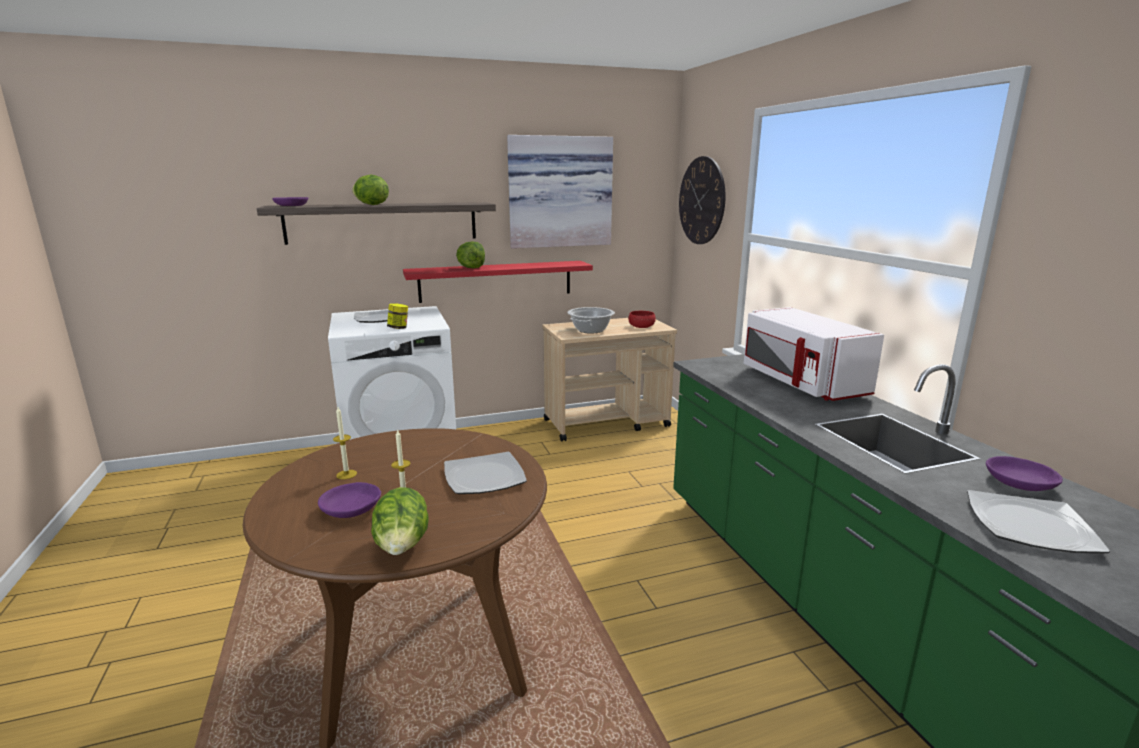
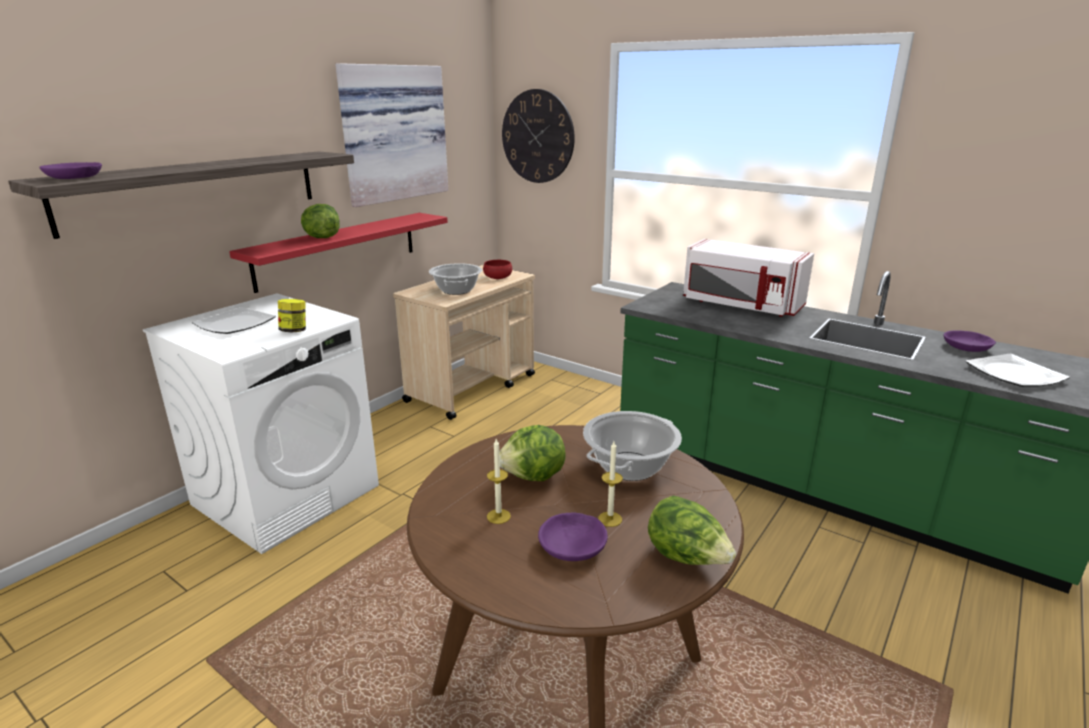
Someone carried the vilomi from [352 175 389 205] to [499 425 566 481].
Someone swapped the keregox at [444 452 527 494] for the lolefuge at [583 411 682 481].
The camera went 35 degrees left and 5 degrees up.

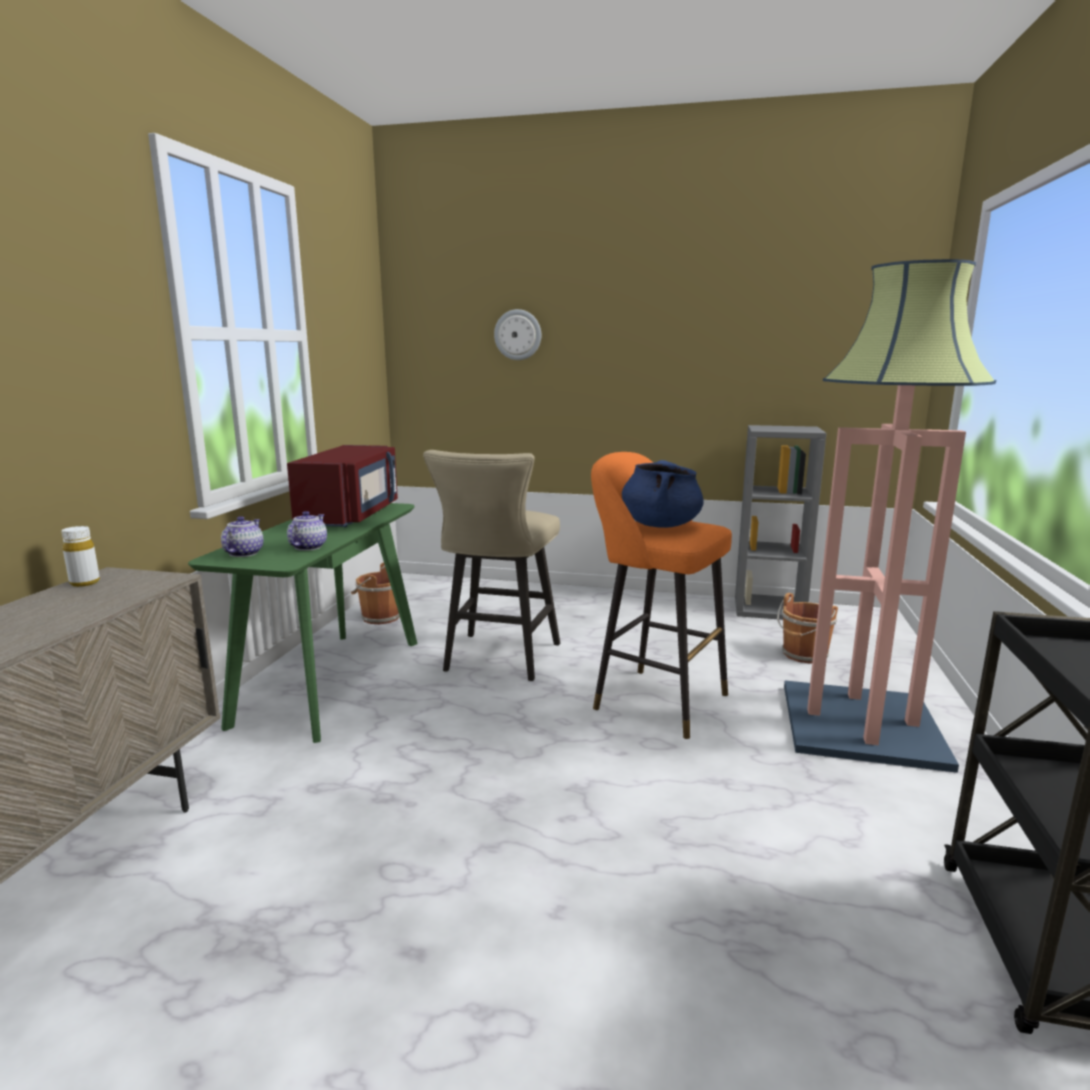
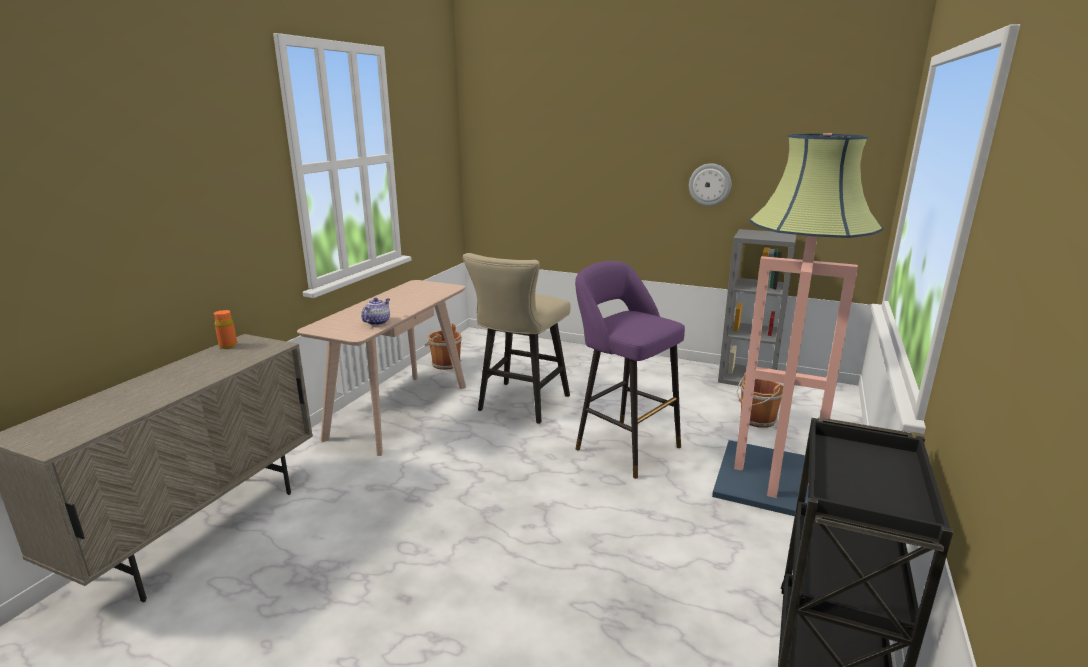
Someone carried the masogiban from [494 309 541 360] to [689 163 731 206].
Someone took away the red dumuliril at [287 445 398 527].
Someone repainted the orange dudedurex at [591 452 732 739], which became the purple dudedurex at [575 261 685 479].
Someone took away the blue lolefuge at [622 460 703 528].
Someone repainted the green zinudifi at [188 503 417 743], which became the beige zinudifi at [297 280 466 456].
Someone took away the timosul at [221 516 264 557].
Someone repainted the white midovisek at [61 526 100 587], which became the orange midovisek at [214 310 237 349].
The camera went 10 degrees right and 5 degrees up.

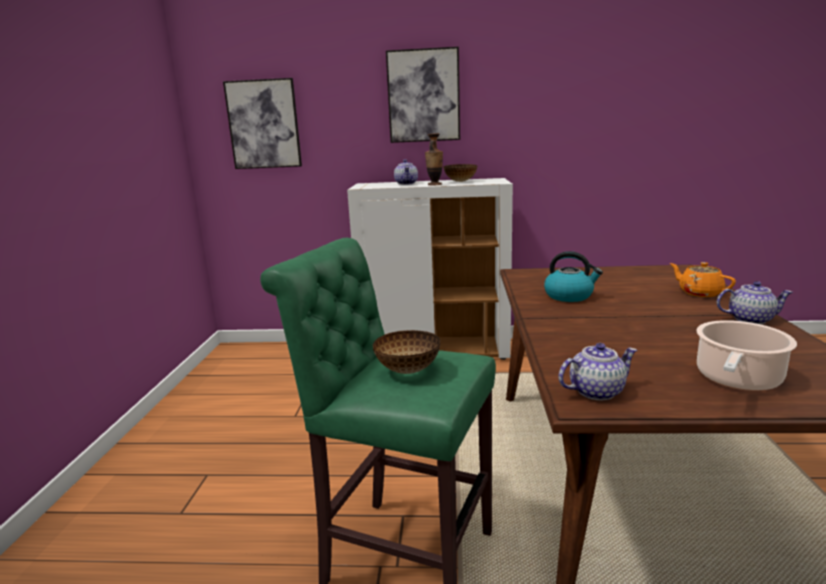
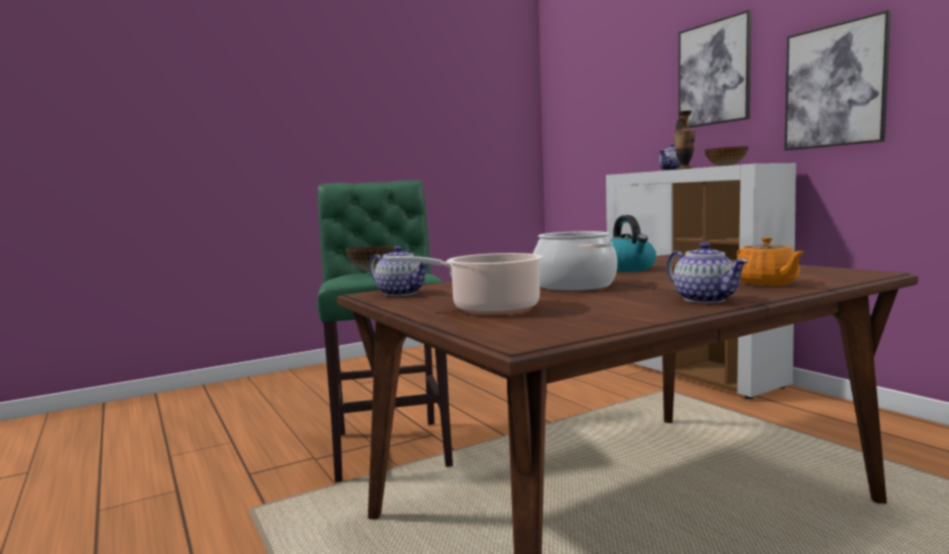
Someone carried the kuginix from [223 78 302 169] to [784 10 891 150].
Someone rotated the orange timosul at [670 262 736 297] by 150 degrees clockwise.
Someone put down the lolefuge at [533 231 617 291].
The camera went 55 degrees right and 10 degrees down.

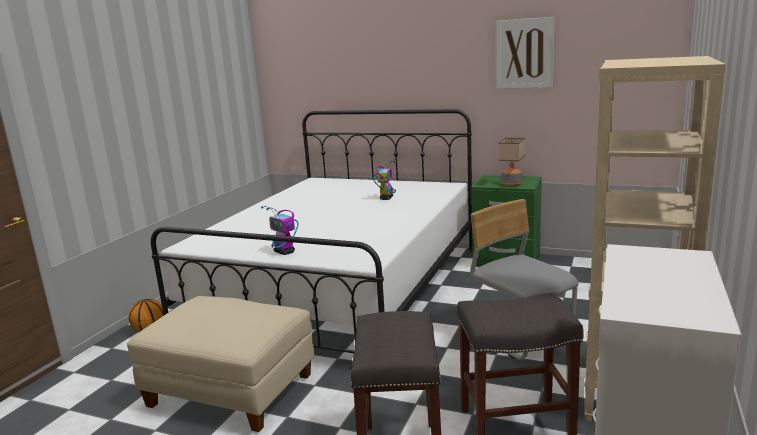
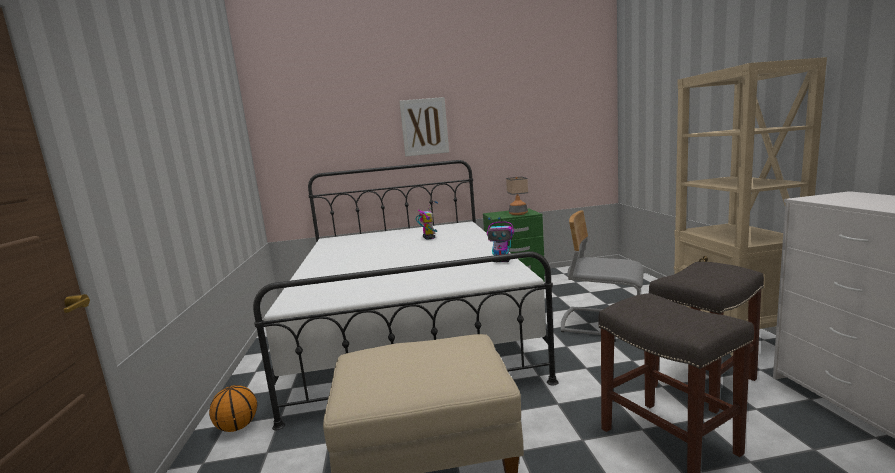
Someone carried the kuginix from [497 17 555 89] to [399 97 449 157].
Someone carried the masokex from [261 206 298 255] to [487 217 514 262].
The camera went 30 degrees left and 5 degrees down.

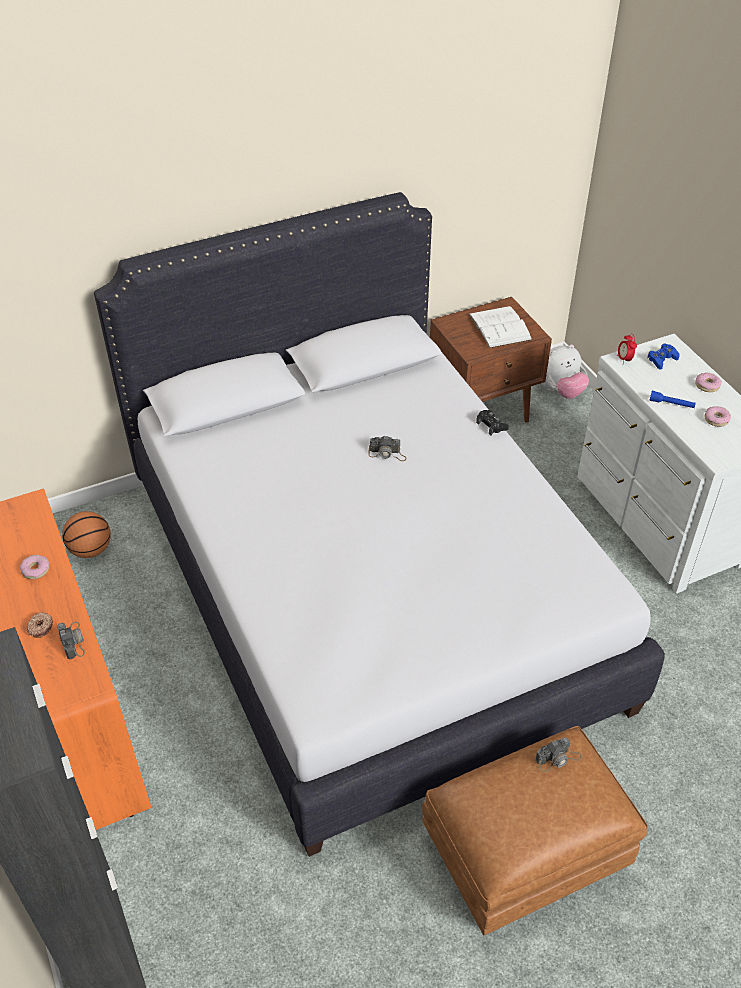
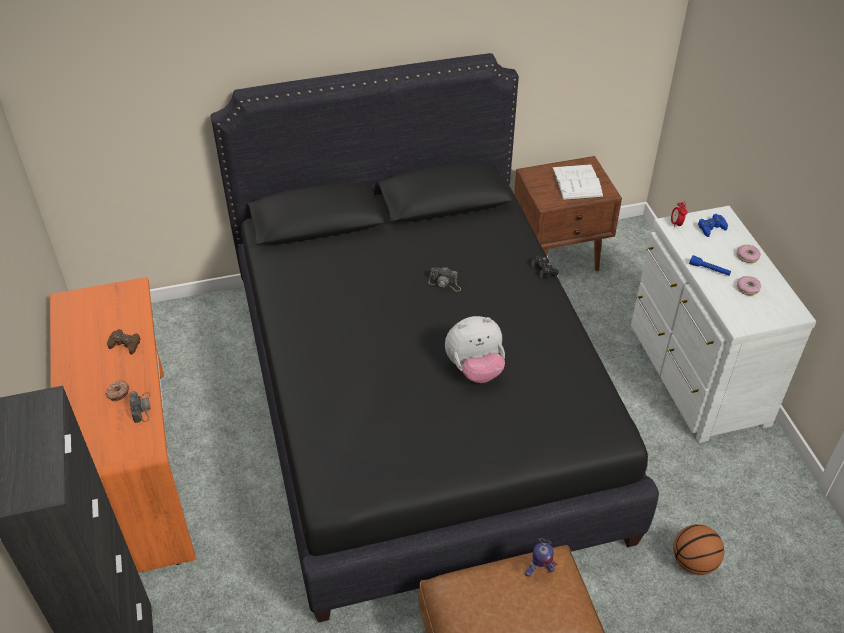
Someone repainted the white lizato at [94 192 665 857], which became the black lizato at [211 53 659 623].
Someone carried the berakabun from [541 345 589 399] to [445 316 505 383].
Someone carried the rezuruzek from [62 511 111 558] to [673 524 724 575].
Someone swapped the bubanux at [20 555 49 579] for the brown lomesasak at [107 329 141 355].
Someone swapped the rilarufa at [535 737 582 772] for the masokex at [525 538 557 577].
The camera went 10 degrees right and 0 degrees up.

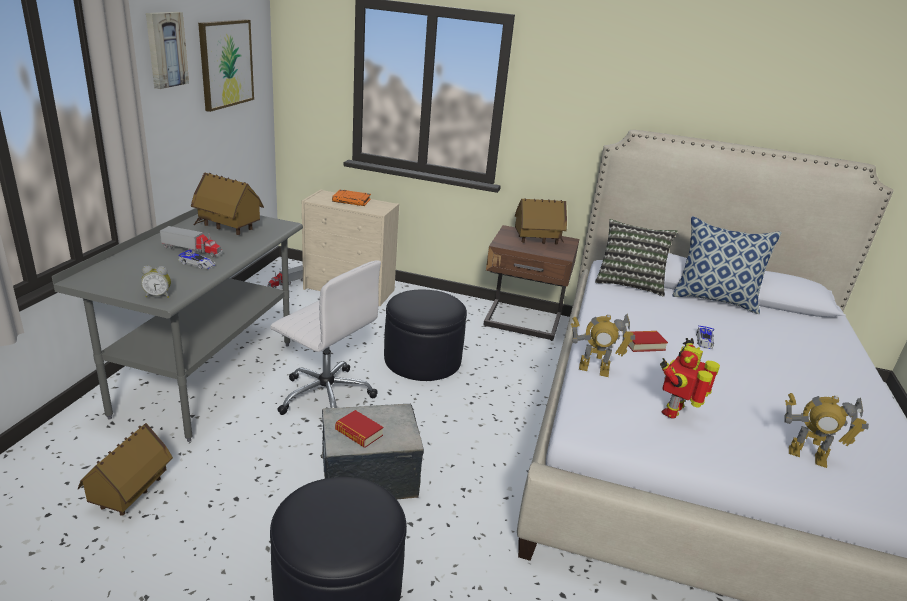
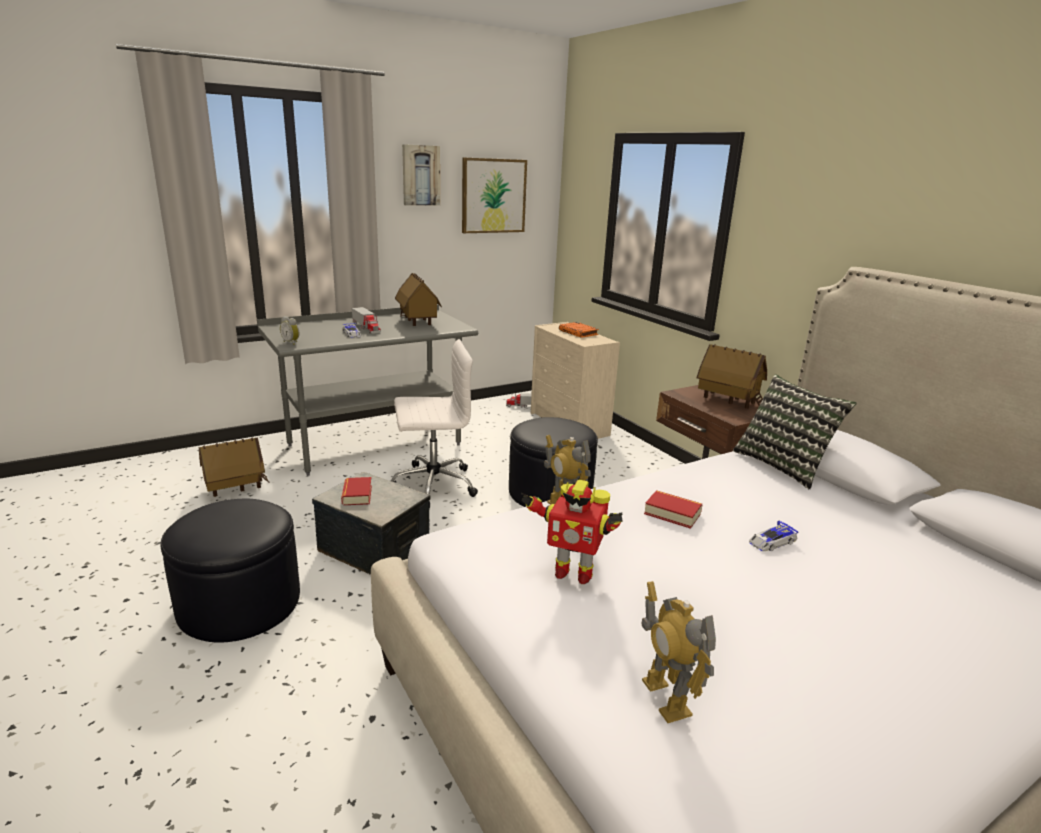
Someone took away the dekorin at [672 216 782 314].
Someone rotated the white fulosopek at [270 260 381 415] by 90 degrees counterclockwise.
Someone rotated the masokex at [660 338 720 419] by 150 degrees counterclockwise.
The camera went 45 degrees right and 5 degrees down.

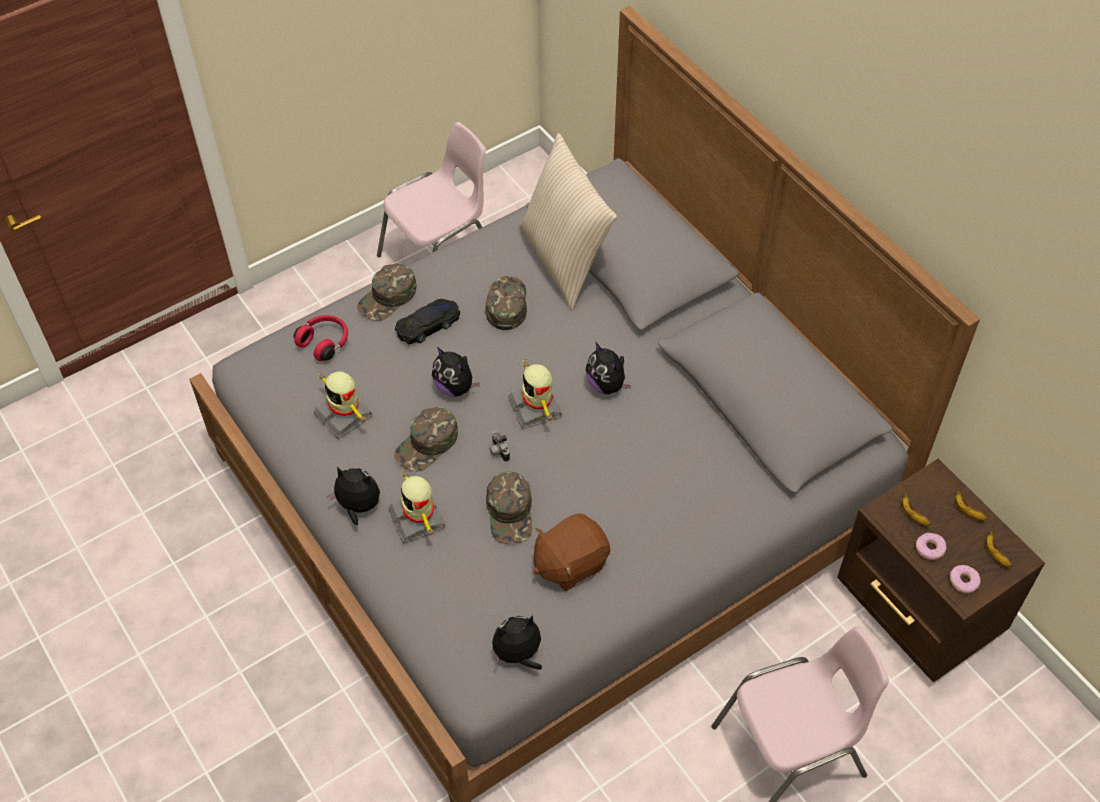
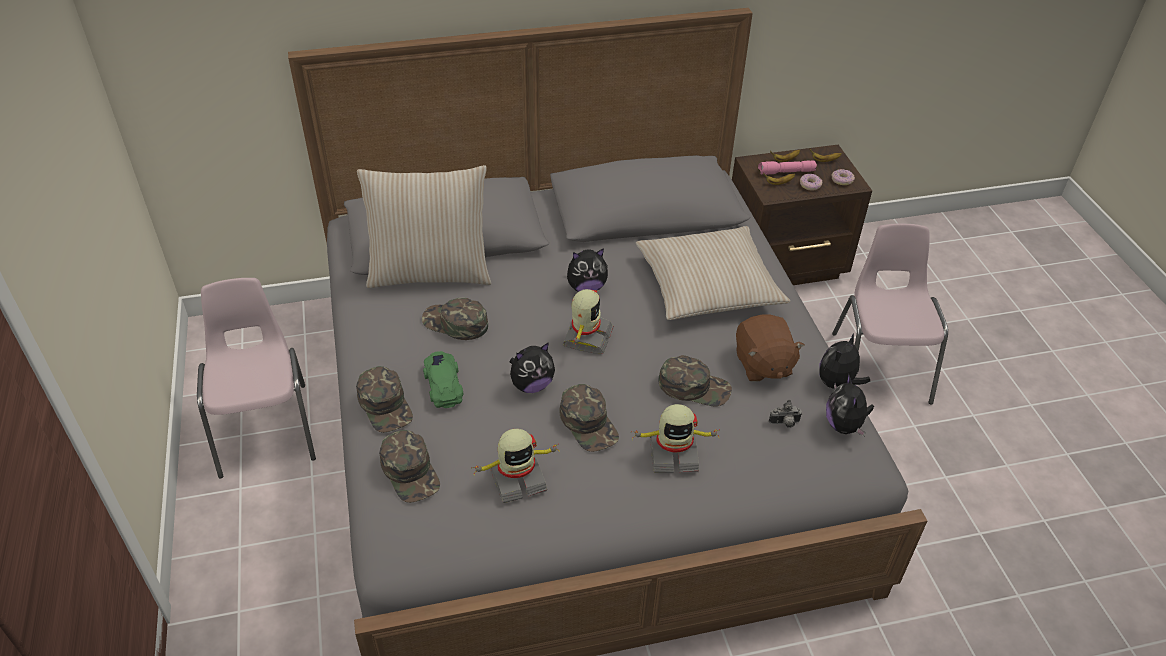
Someone repainted the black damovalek at [395 299 460 344], which became the green damovalek at [423 351 463 408].
Someone swapped the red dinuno at [294 315 348 361] for the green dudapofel at [379 430 440 503].
Someone rotated the masokex at [508 360 562 428] by 75 degrees counterclockwise.
Someone carried the rilarufa from [489 430 510 462] to [769 400 802 428].
Someone carried the berakabun from [327 466 380 526] to [819 334 870 389].
Someone put down the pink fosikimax at [758 161 817 175].
Someone put down the beige dekorin at [636 226 791 320].
The camera went 70 degrees left and 10 degrees down.

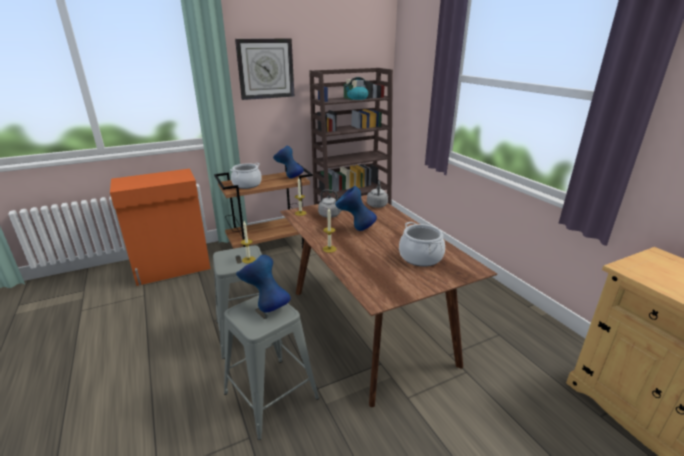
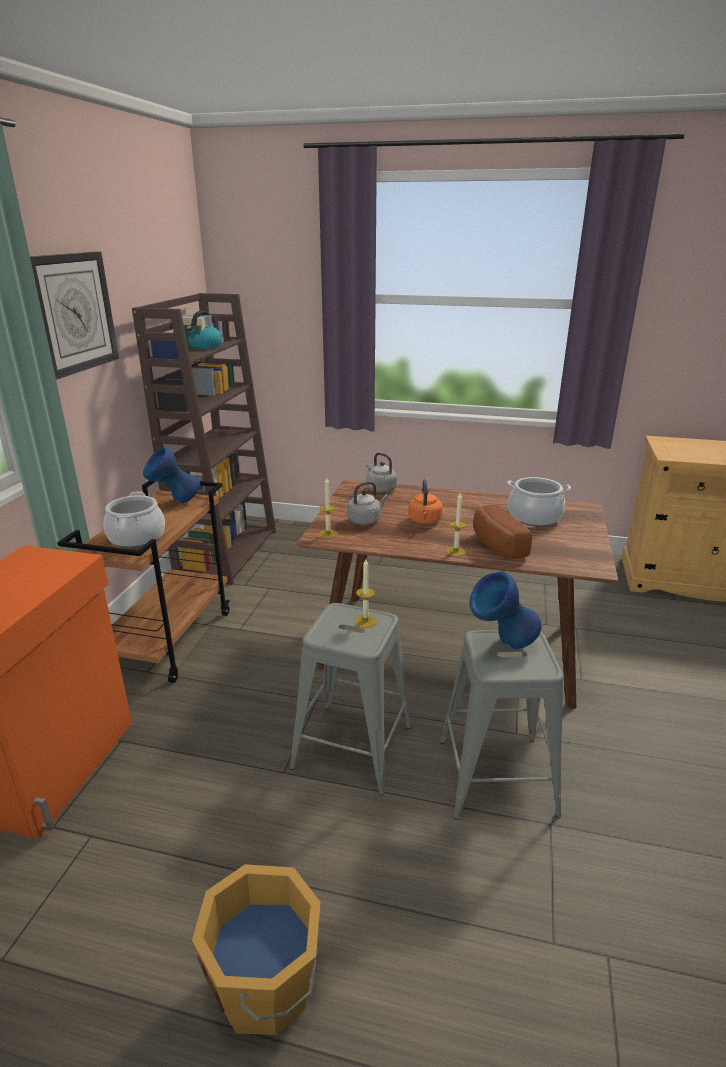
Someone swapped the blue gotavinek at [335 186 377 231] for the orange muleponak at [408 479 443 524].
Someone put down the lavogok at [473 505 532 559].
Someone put down the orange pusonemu at [192 864 320 1035].
The camera went 50 degrees left and 0 degrees up.

